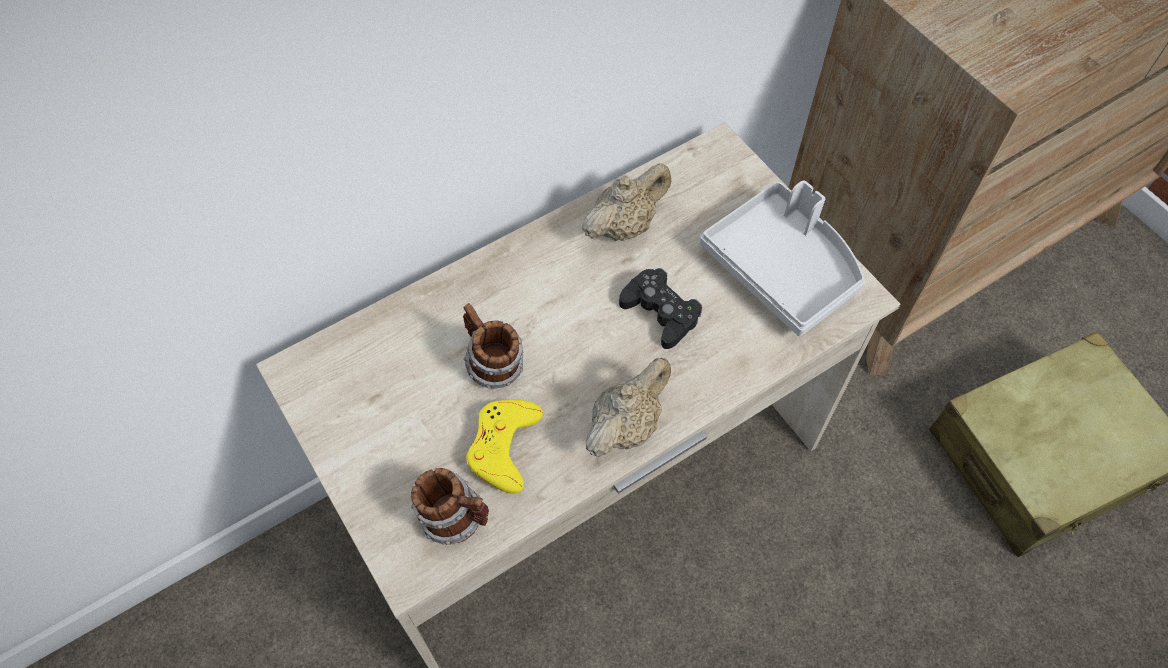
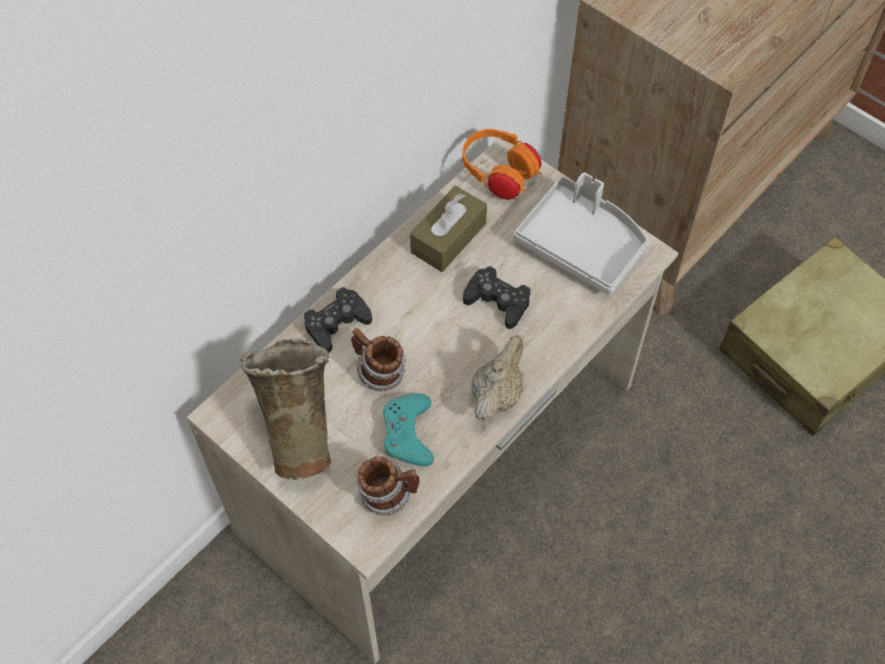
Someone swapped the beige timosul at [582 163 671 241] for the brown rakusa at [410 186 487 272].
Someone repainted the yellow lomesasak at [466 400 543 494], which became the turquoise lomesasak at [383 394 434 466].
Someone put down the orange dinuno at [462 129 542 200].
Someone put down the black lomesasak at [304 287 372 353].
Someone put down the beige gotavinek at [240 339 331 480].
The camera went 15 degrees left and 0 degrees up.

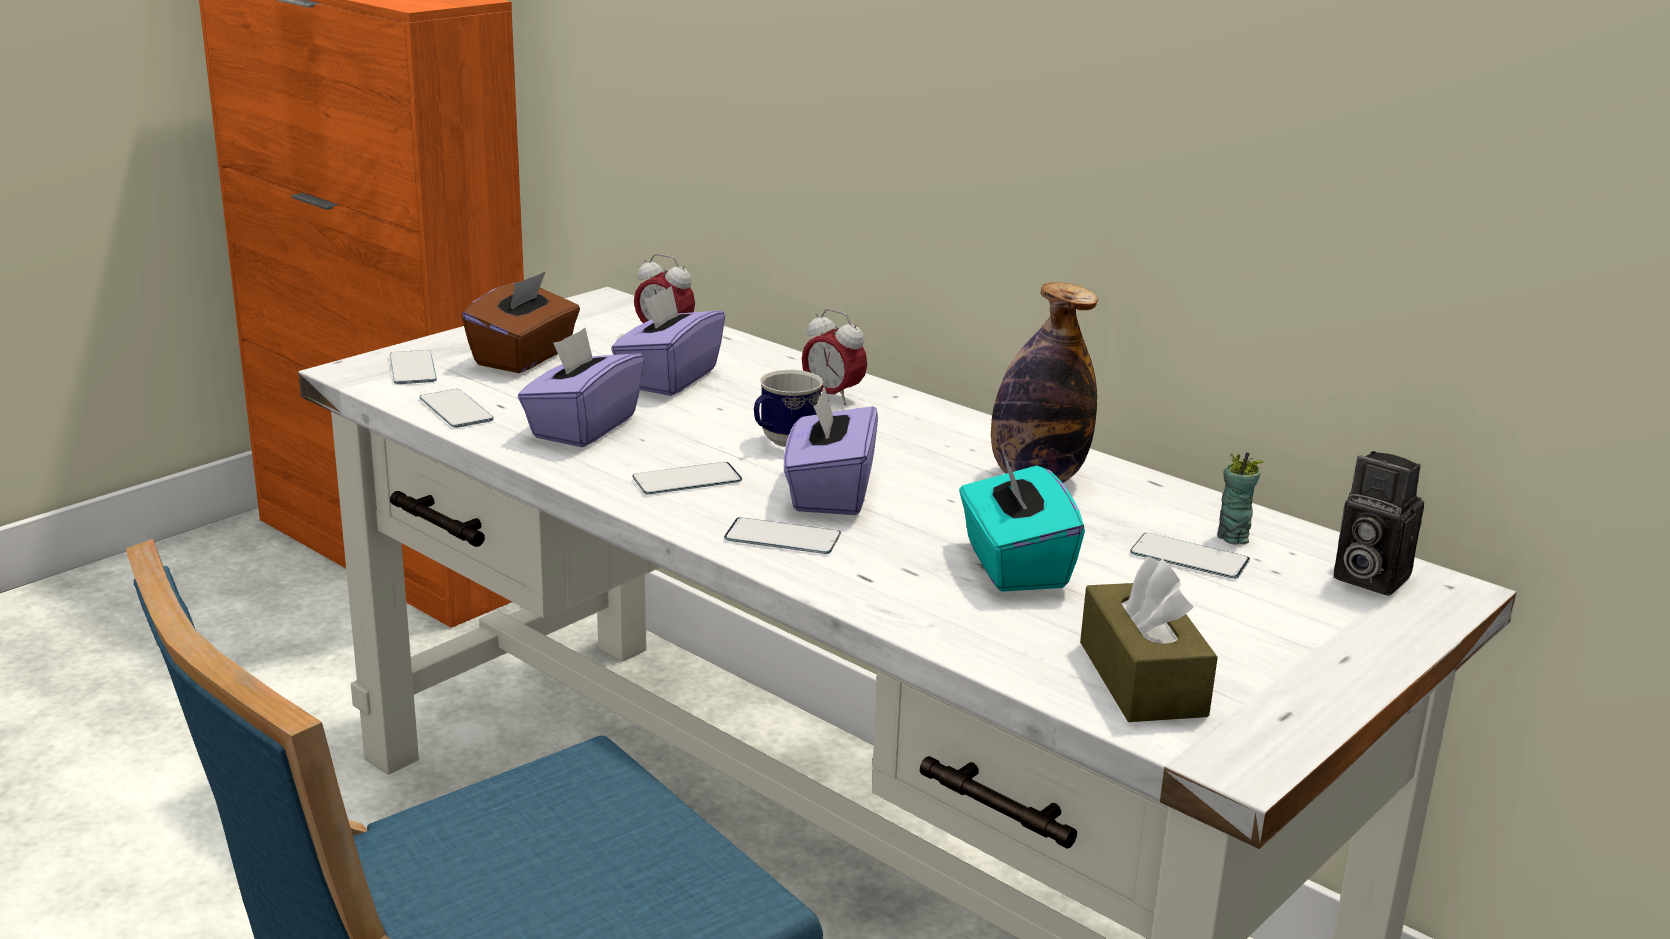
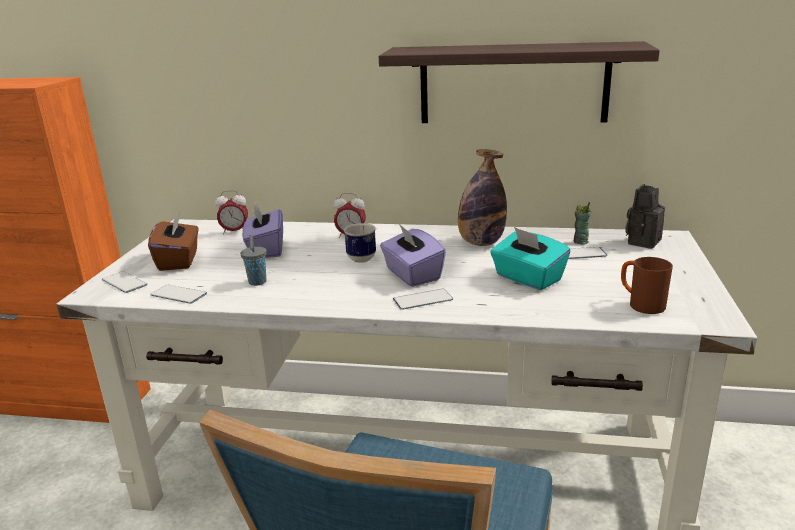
Someone swapped the purple rakusa at [518 328 644 447] for the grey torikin at [240 235 267 286].
Someone rotated the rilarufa at [1334 451 1424 596] by 120 degrees clockwise.
Someone took away the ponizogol at [632 462 742 495].
Someone swapped the brown rakusa at [1080 556 1218 722] for the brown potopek at [621 257 673 314].
Someone put up the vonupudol at [379 41 660 123].
The camera went 30 degrees left and 0 degrees up.

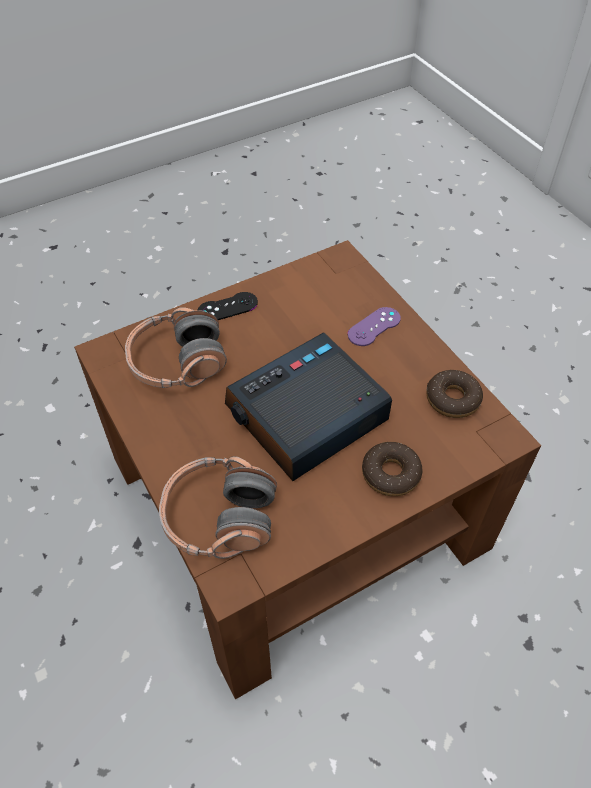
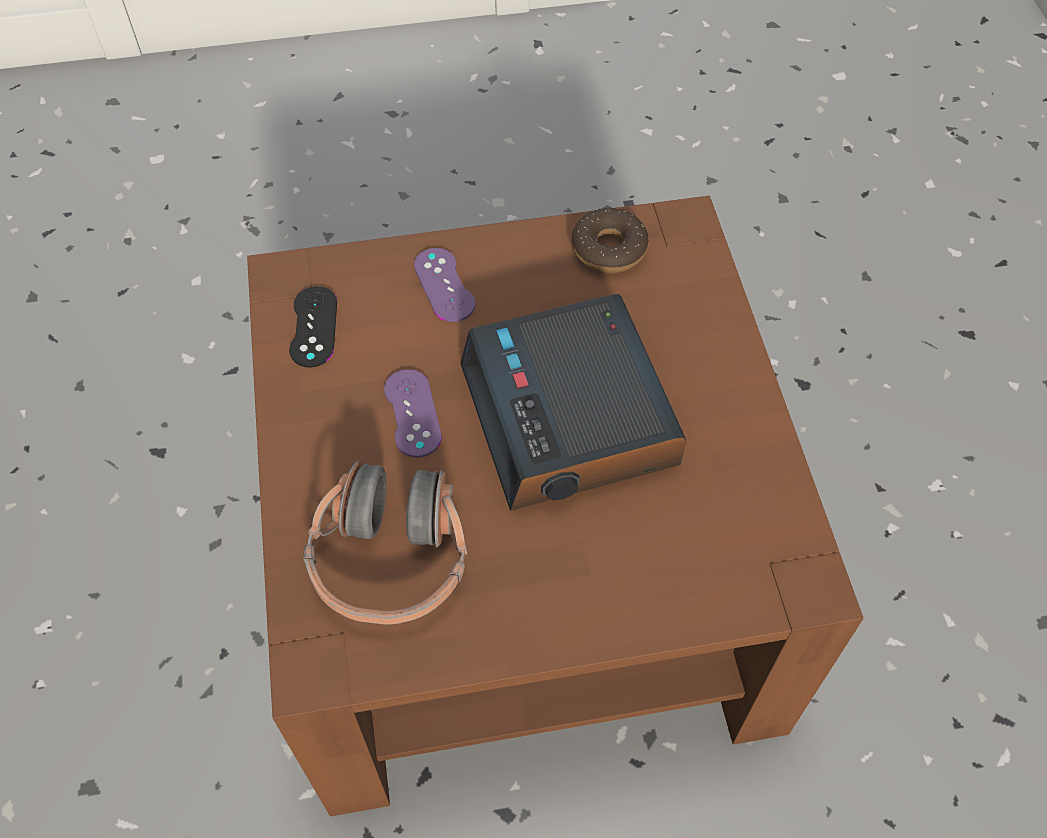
Someone carried the black lomesasak from [198 292 258 320] to [289 286 337 368].
Someone took away the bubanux at [362 442 423 496].
Someone took away the dinuno at [159 456 277 559].
Someone put down the purple lomesasak at [384 369 442 458].
The camera went 70 degrees left and 5 degrees up.

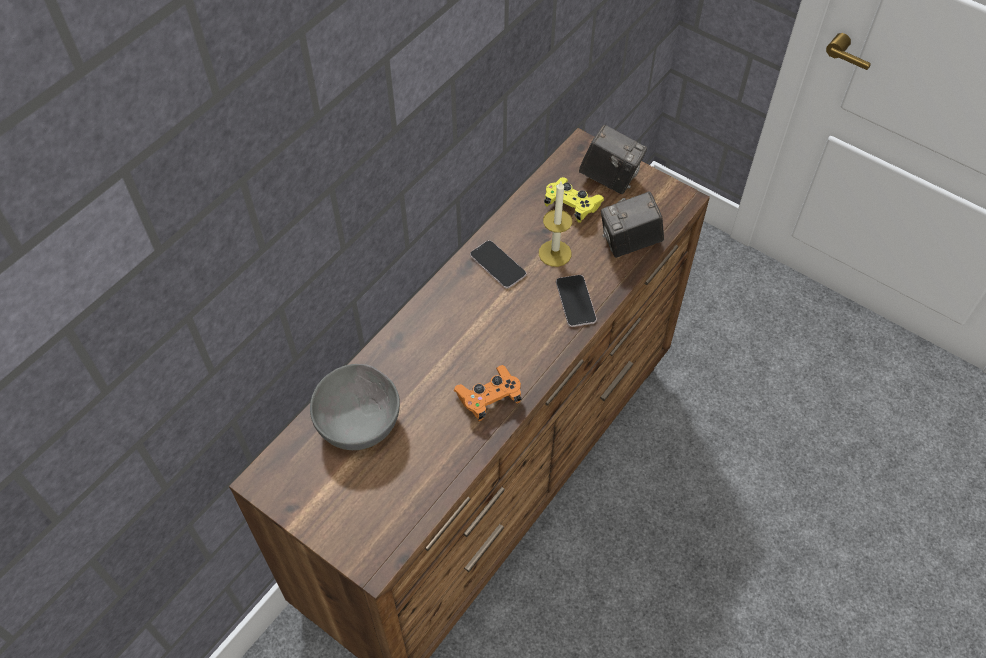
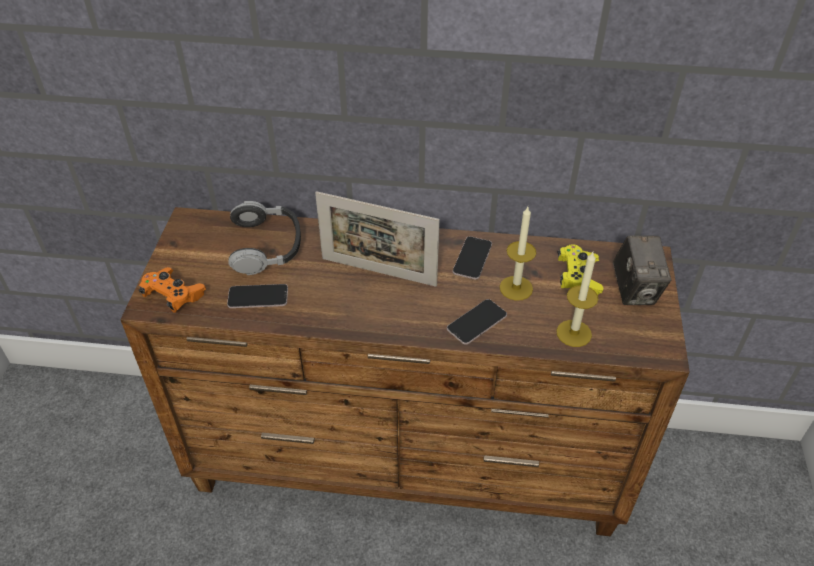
Someone swapped the rilarufa at [601 191 664 258] for the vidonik at [556 252 598 347].
Someone swapped the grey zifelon at [310 364 400 450] for the dinuno at [228 201 301 275].
Someone carried the orange lomesasak from [454 365 522 421] to [139 267 206 313].
Someone put down the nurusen at [315 191 440 287].
Someone put down the ponizogol at [227 284 288 308].
The camera went 60 degrees right and 10 degrees down.

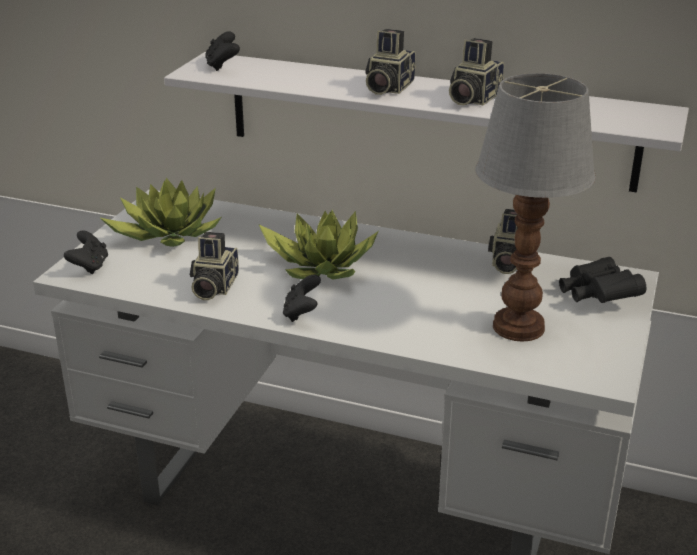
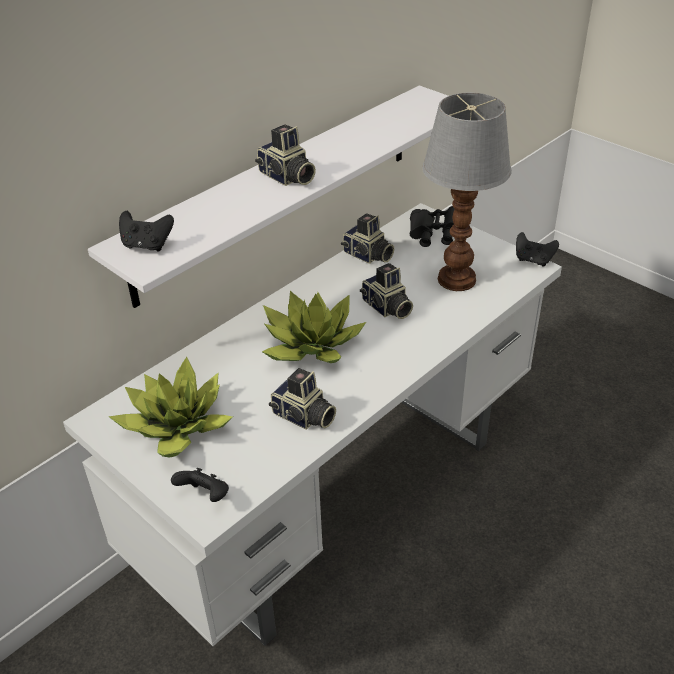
Someone carried the rilarufa from [449 38 504 105] to [360 263 413 319].
Someone carried the black lomesasak from [283 275 321 322] to [516 232 559 266].
The camera went 65 degrees left and 10 degrees up.

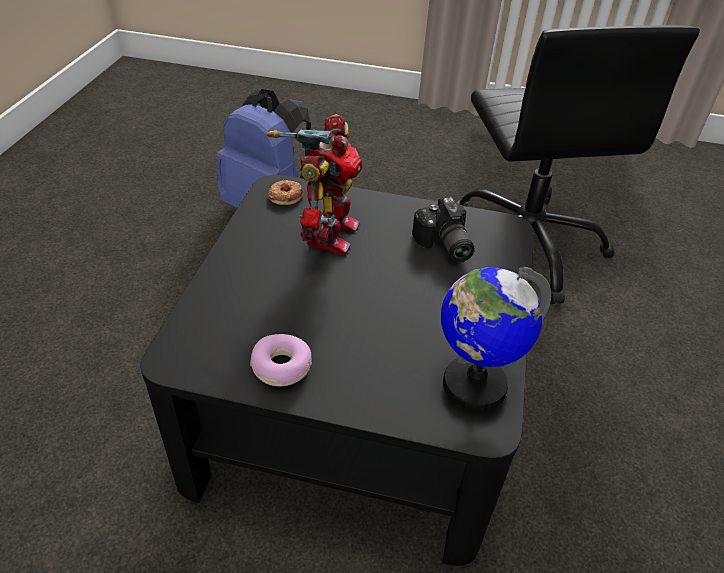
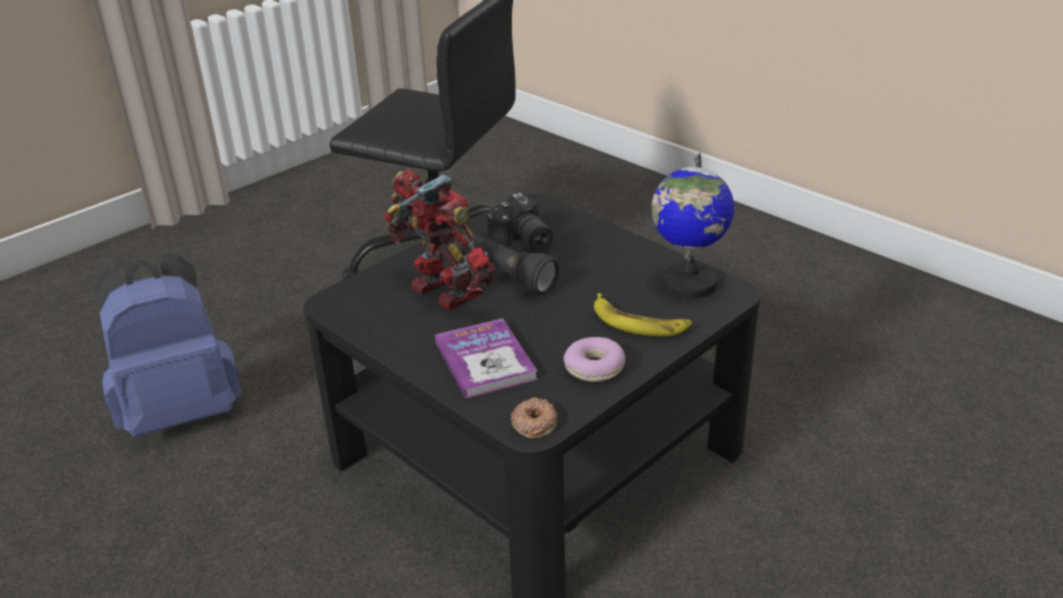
Someone carried the bubanux from [268 180 303 205] to [511 397 557 438].
Someone rotated the rilarufa at [412 197 475 262] by 45 degrees clockwise.
Someone put down the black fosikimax at [453 233 559 295].
Someone put down the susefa at [594 293 692 337].
Someone put down the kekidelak at [435 318 538 399].
The camera went 55 degrees left and 10 degrees down.

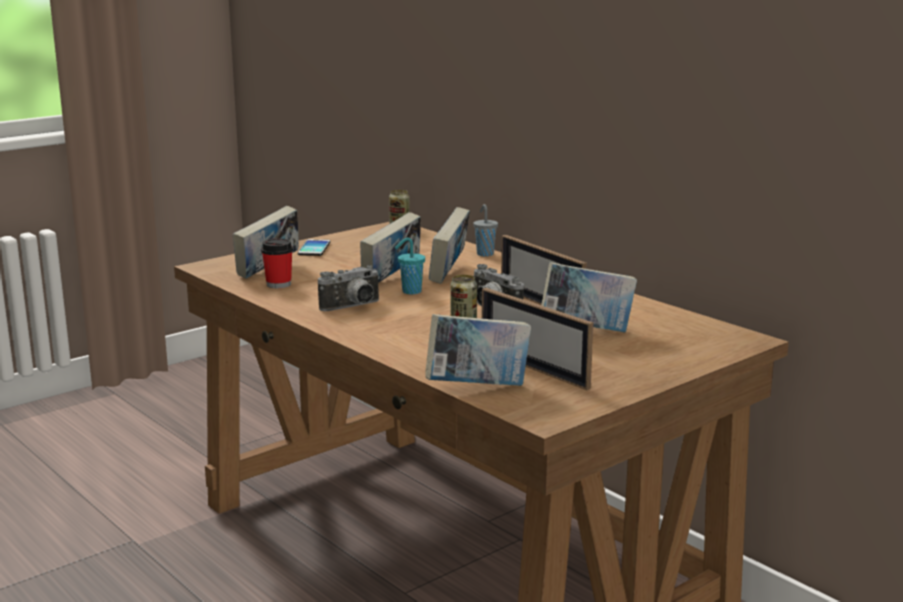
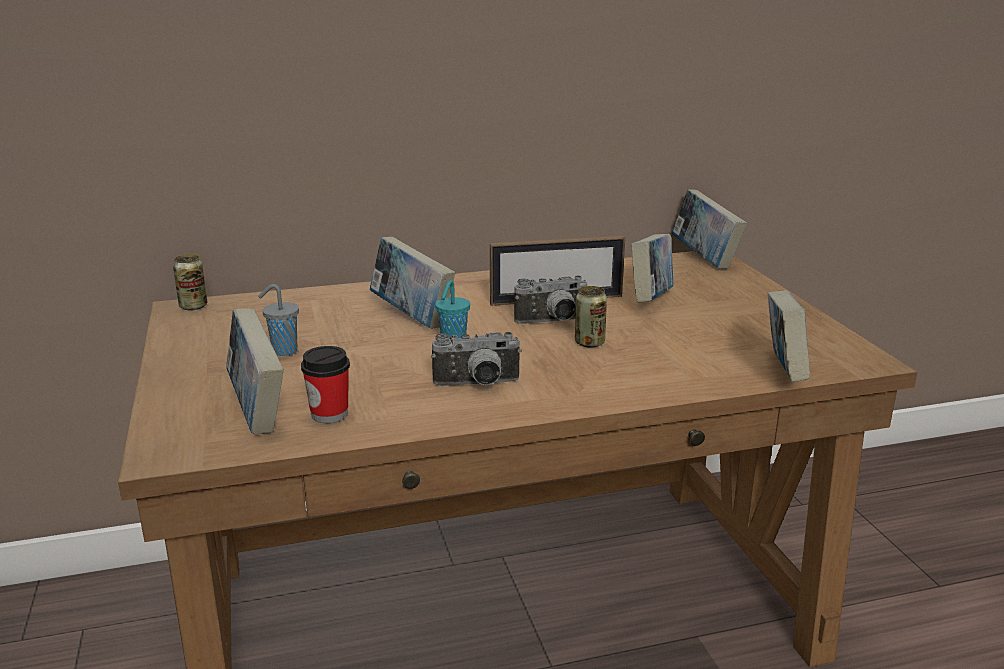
Someone carried the grey torikin from [473 204 498 256] to [258 284 299 356].
Someone carried the kekidelak from [360 212 421 283] to [672 189 747 269].
Someone took away the ponizogol at [298 239 330 256].
Someone rotated the rilarufa at [318 265 380 311] by 90 degrees clockwise.
Someone took away the nurusen at [482 288 593 390].
The camera went 65 degrees left and 5 degrees up.

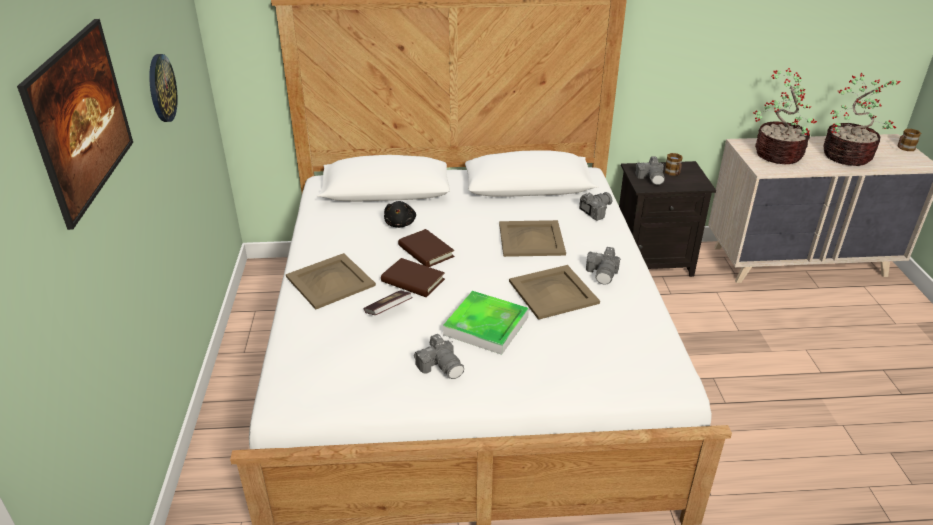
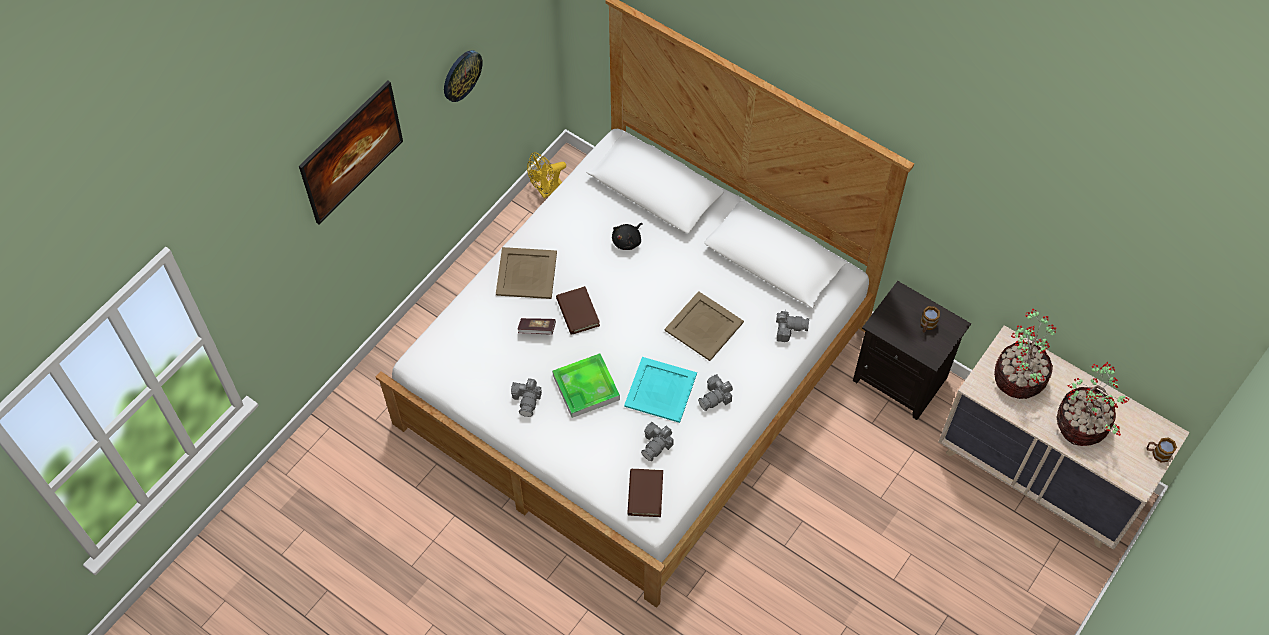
Someone carried the rilarufa from [635 157 665 185] to [641 422 674 461].
Someone carried the brown kekidelak from [398 229 454 267] to [628 469 663 517].
Someone repainted the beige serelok at [509 265 600 320], which became the turquoise serelok at [624 357 697 423].
Someone put down the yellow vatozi at [527 152 566 198].
The camera went 40 degrees right and 25 degrees up.

